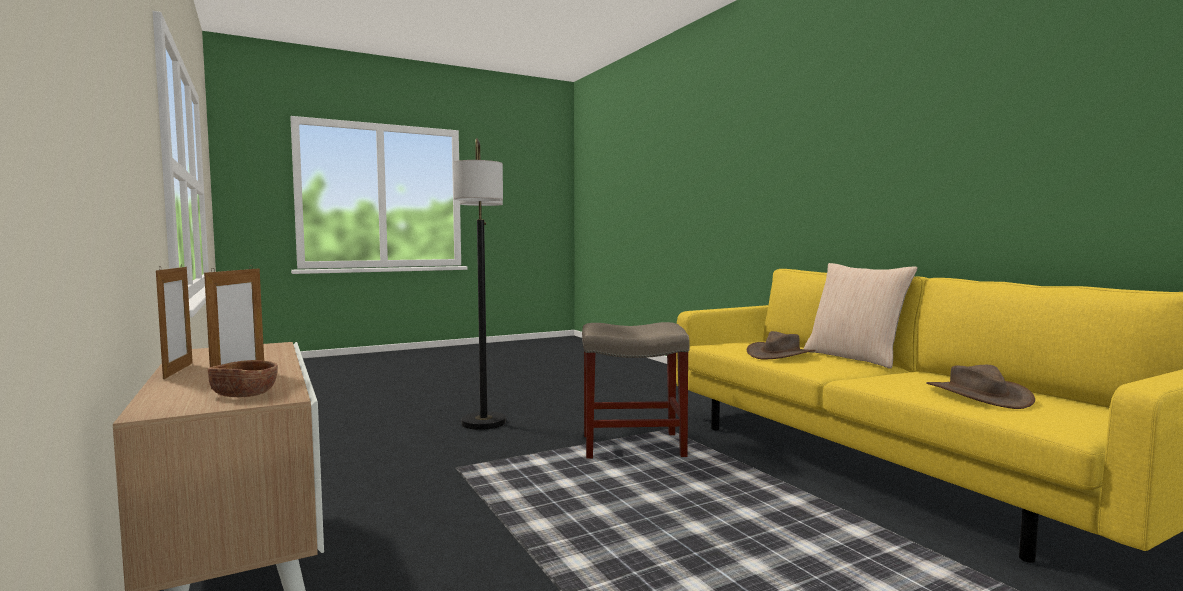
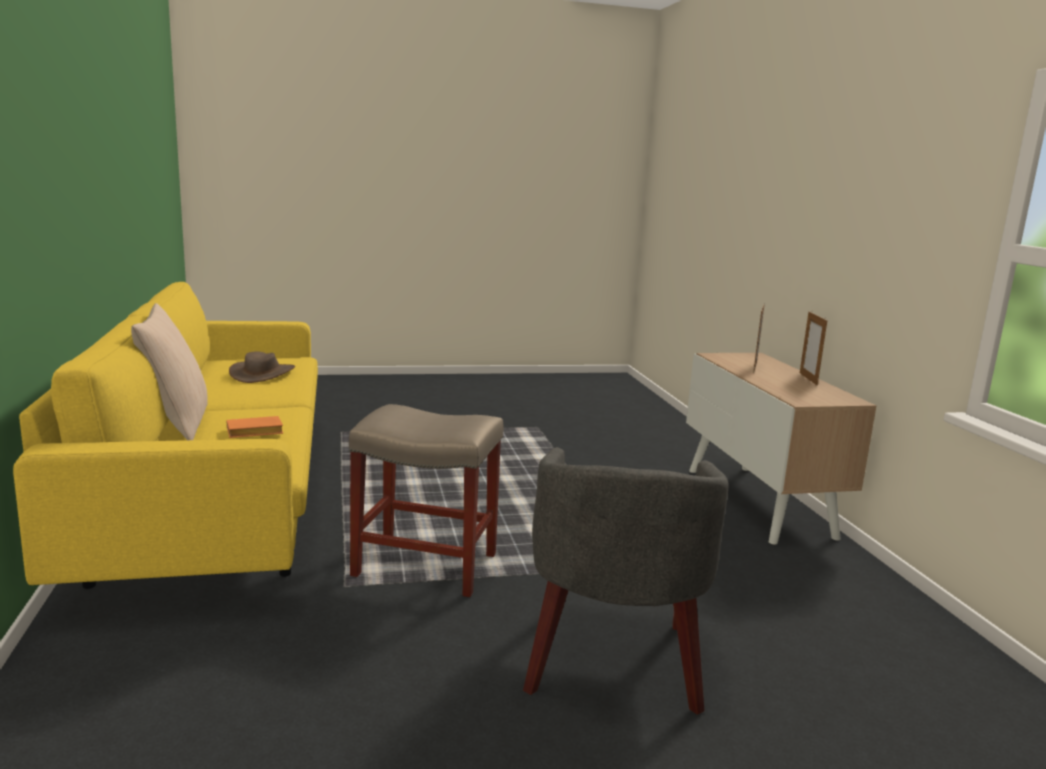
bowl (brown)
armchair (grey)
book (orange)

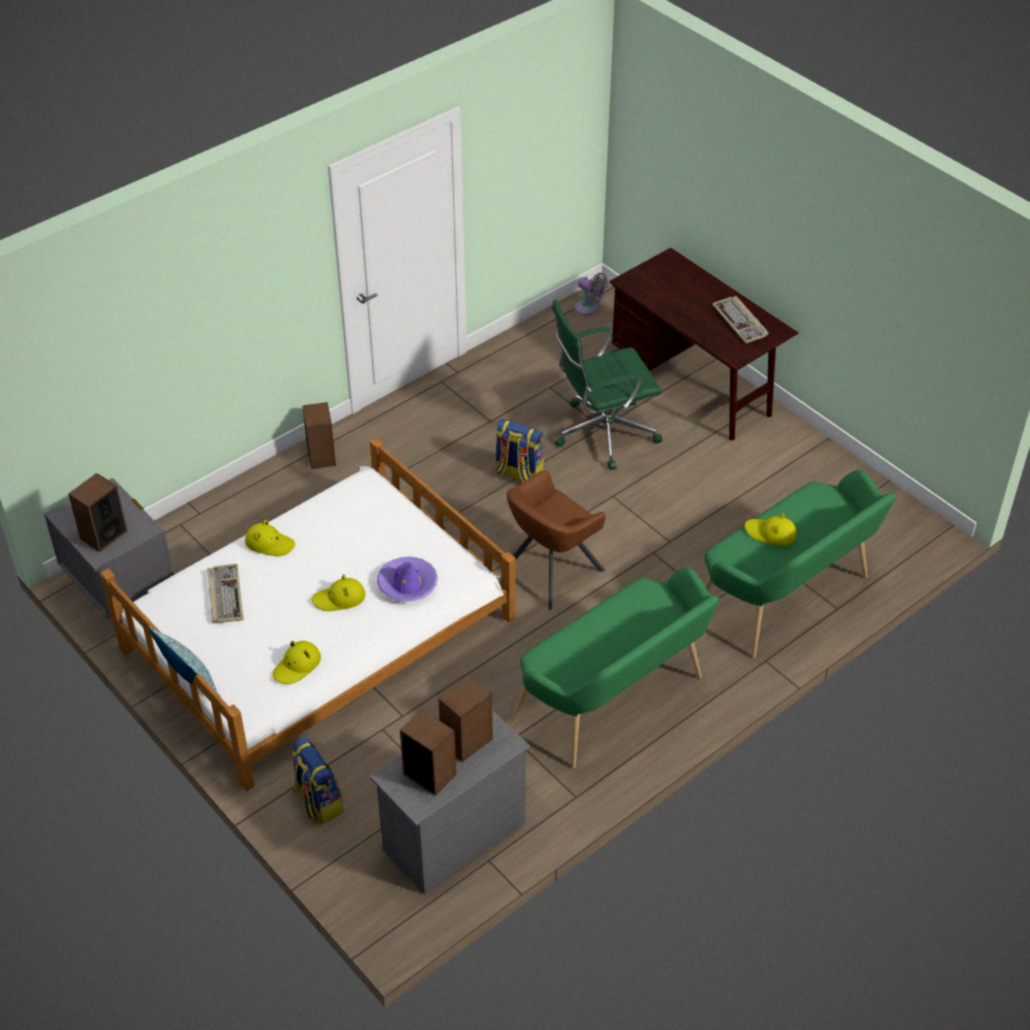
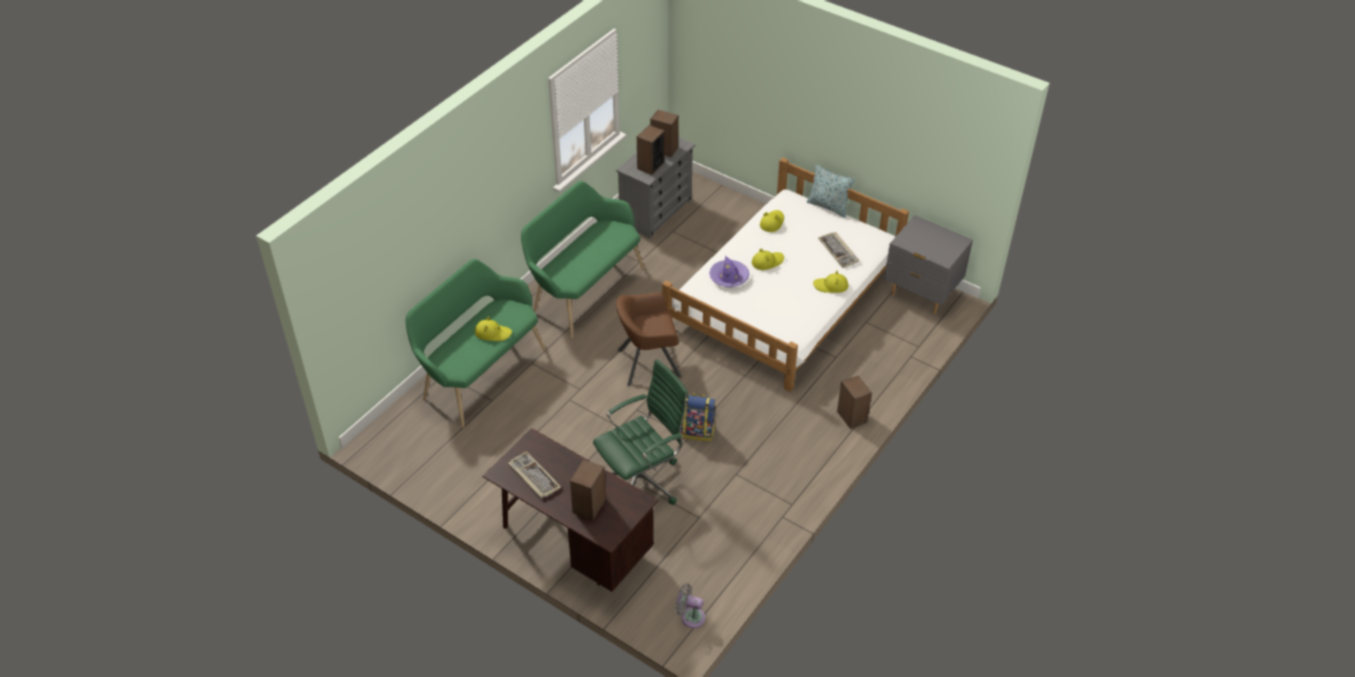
backpack (no. 1 from left in the first image)
speaker (no. 1 from left)
armchair (brown)

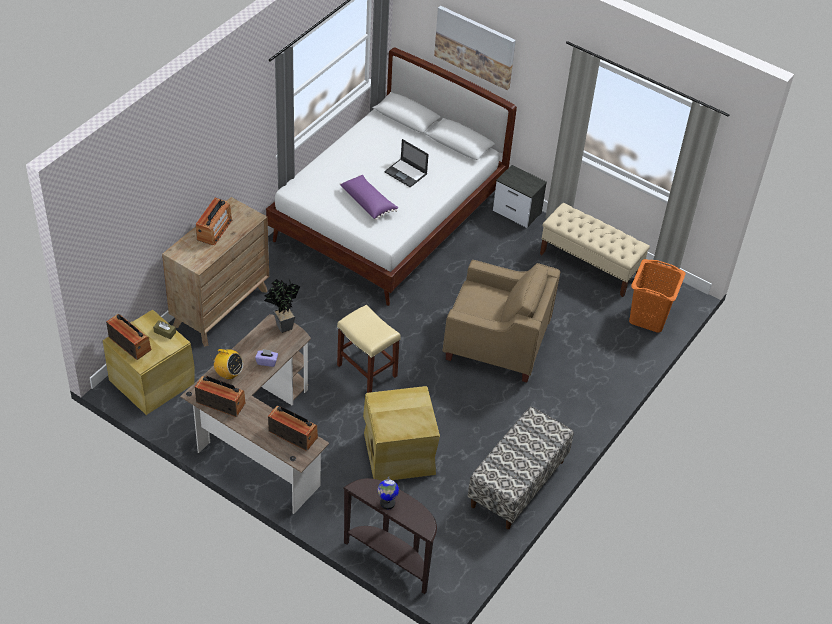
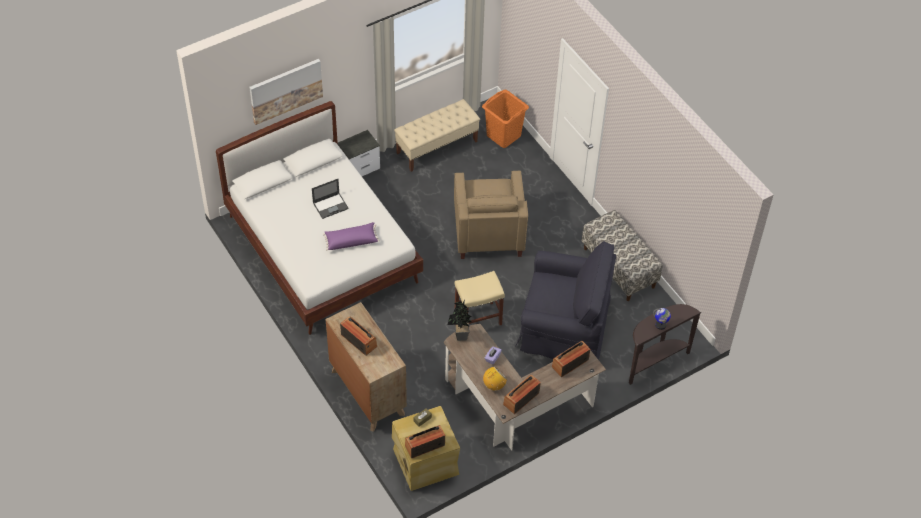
armchair (black)
armchair (beige)

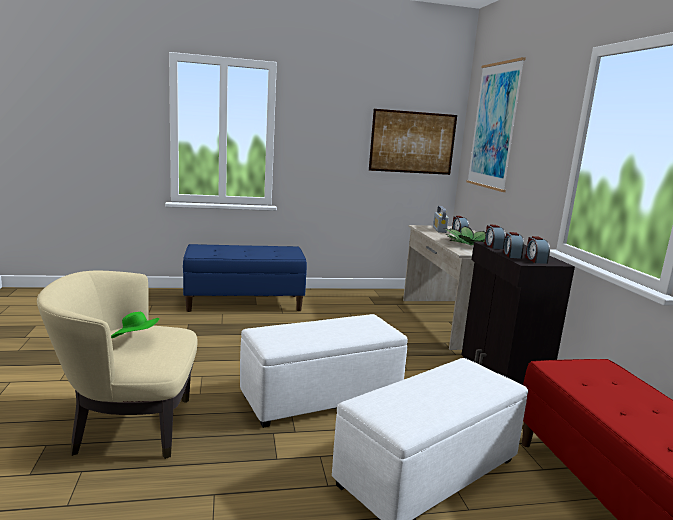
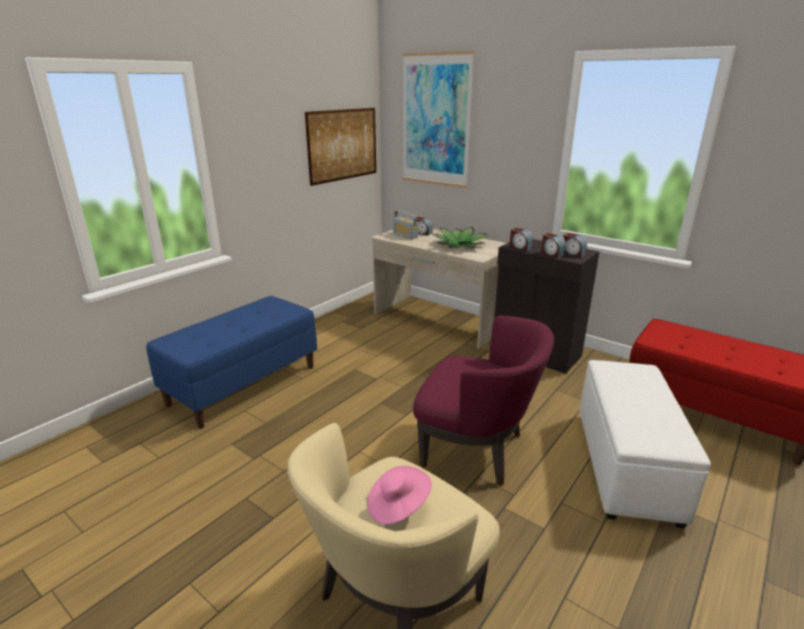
armchair (purple)
hat (pink)

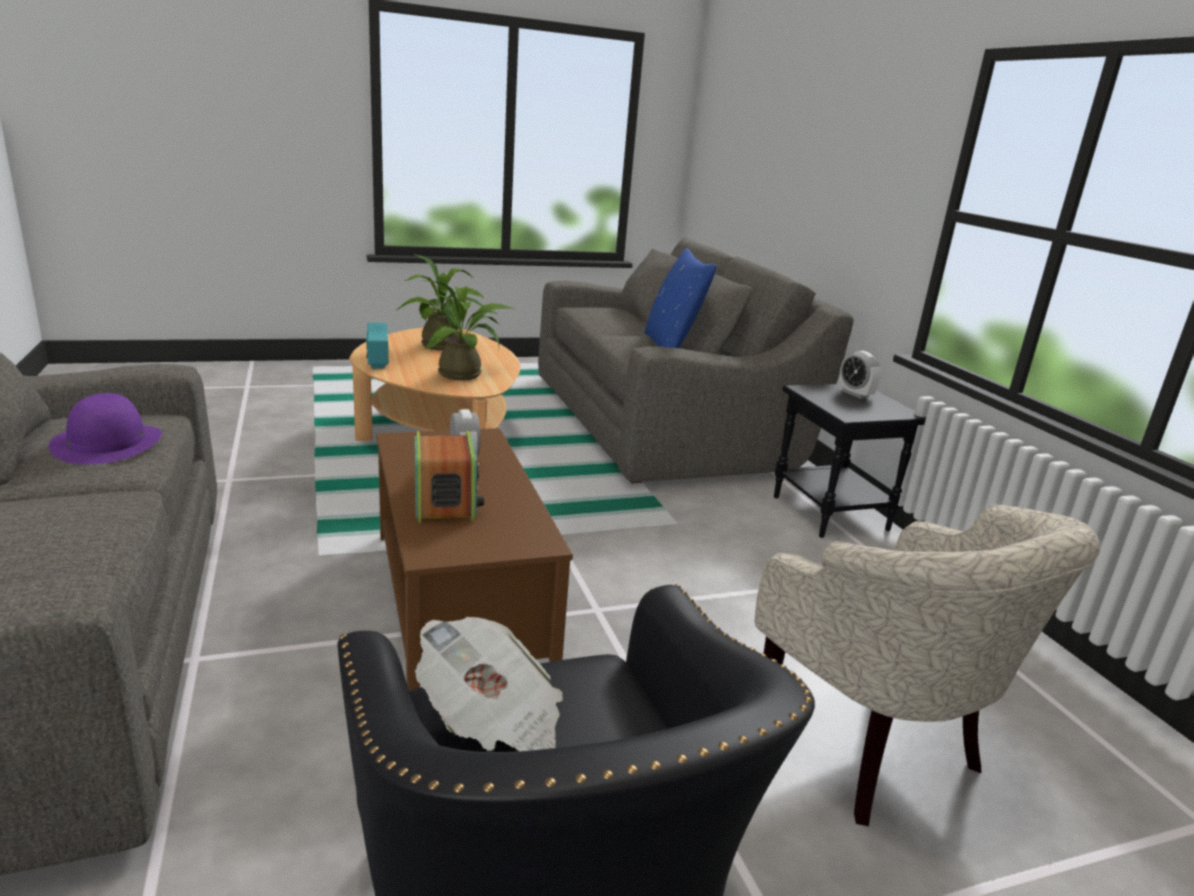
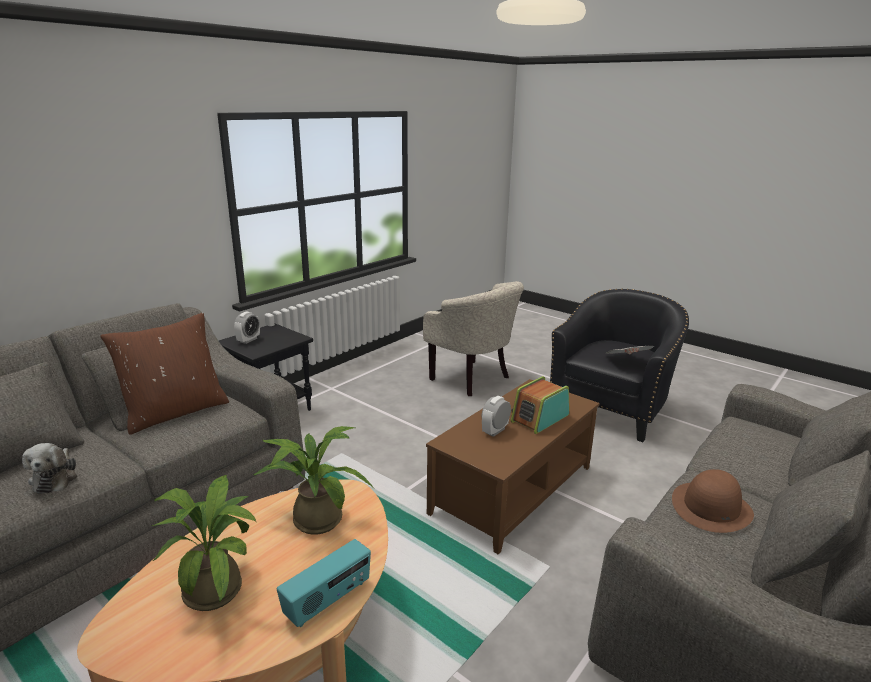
plush toy
hat (brown)
pillow (brown)
armchair (beige)

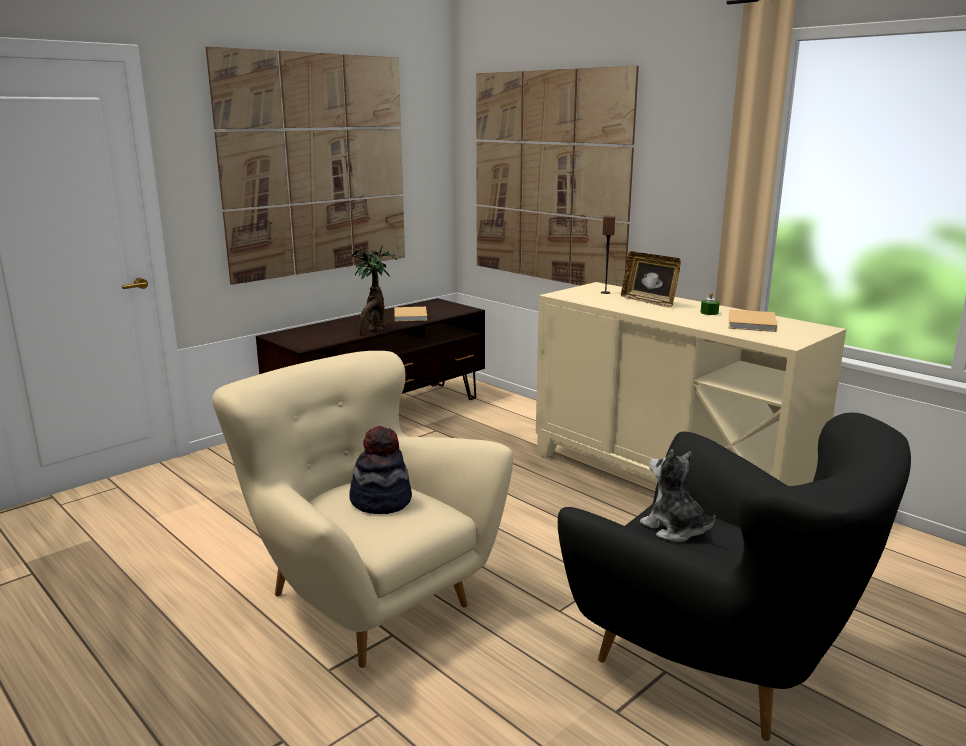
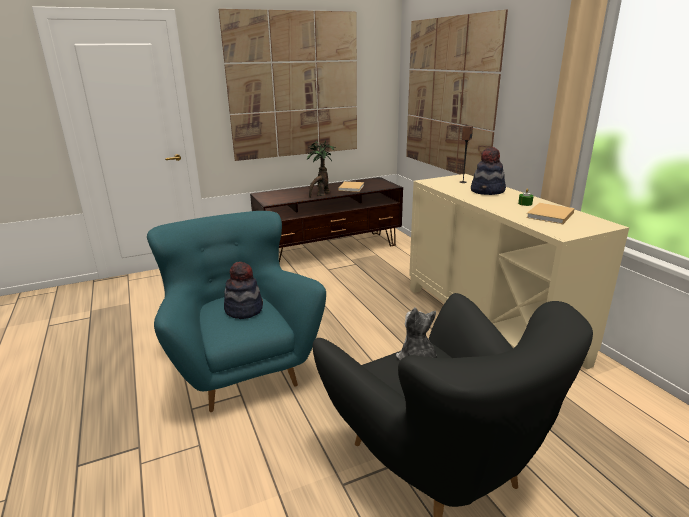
hat (no. 2 from left)
armchair (turquoise)

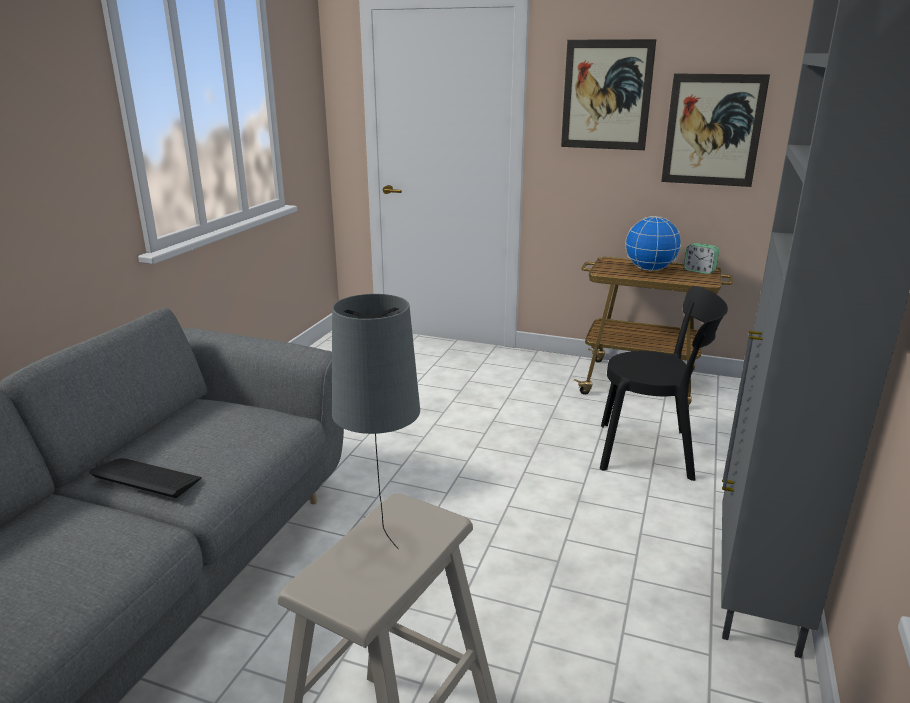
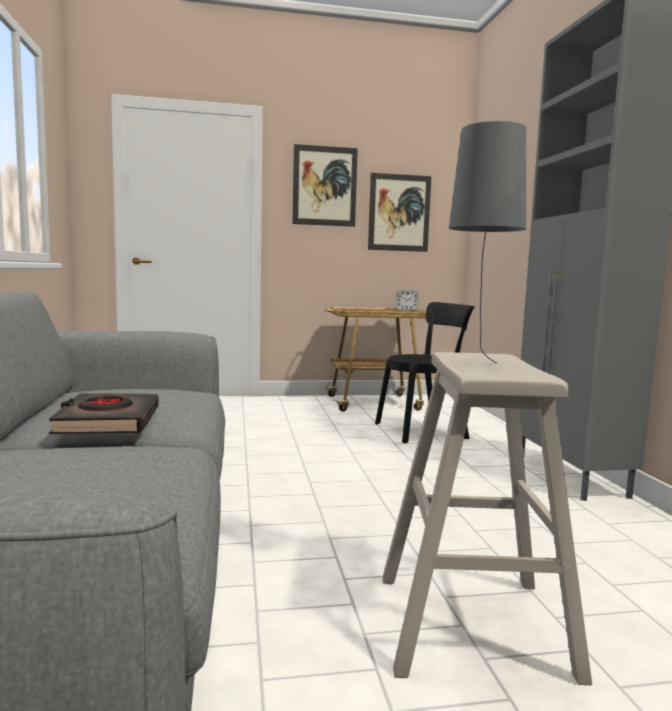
globe
book (black)

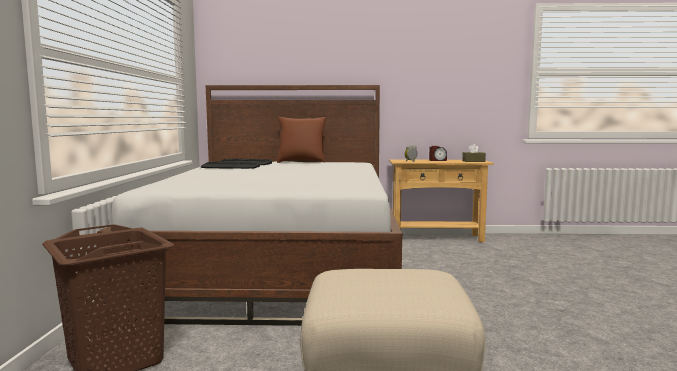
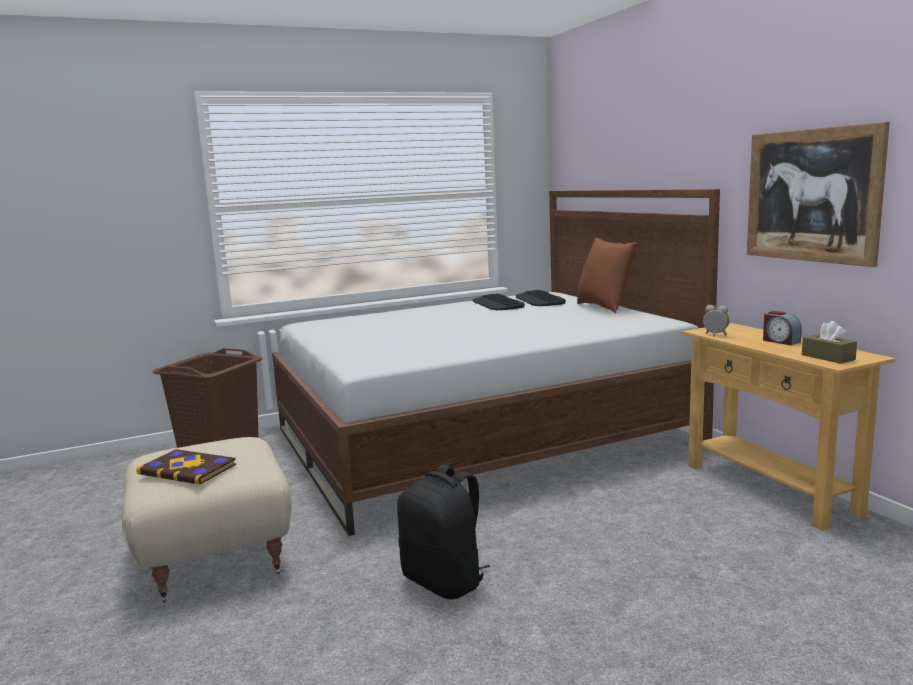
book
backpack (black)
picture

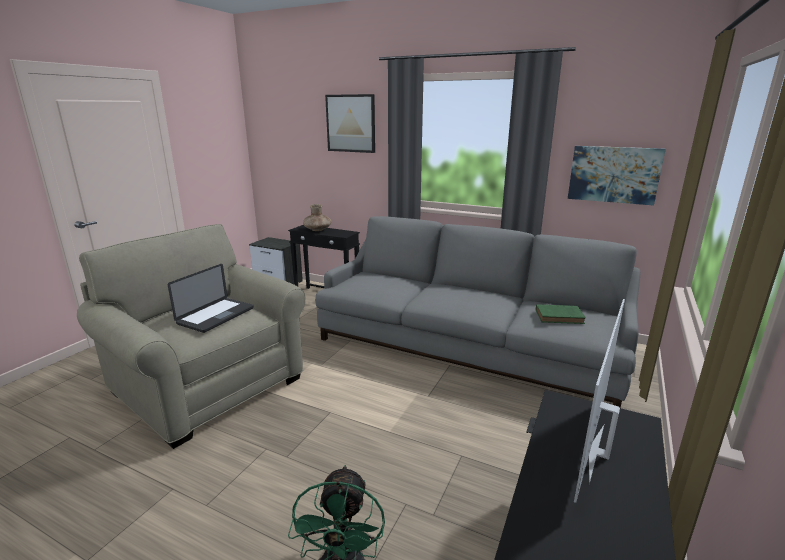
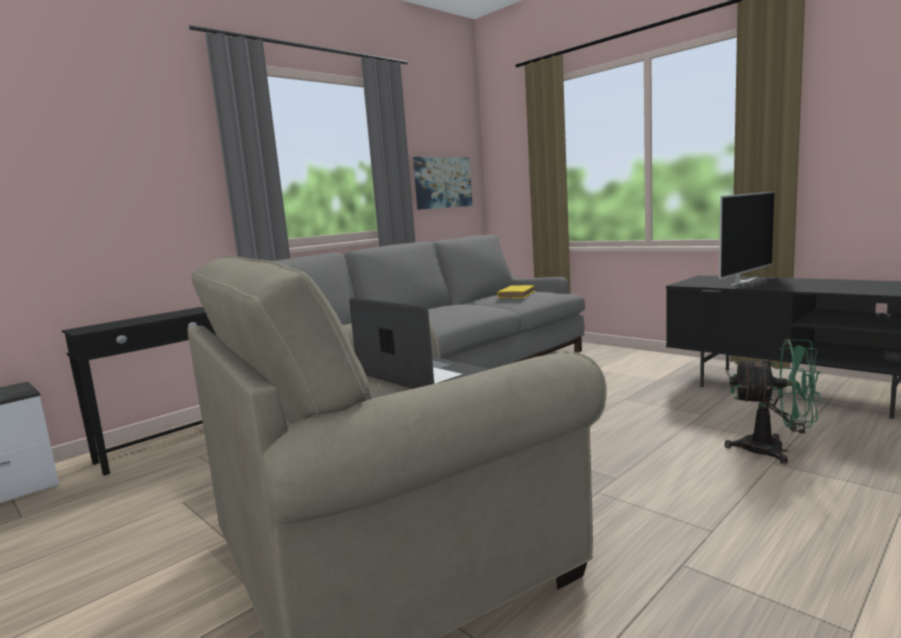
vase (brown)
picture (no. 1 from left in the first image)
book (yellow)
television

